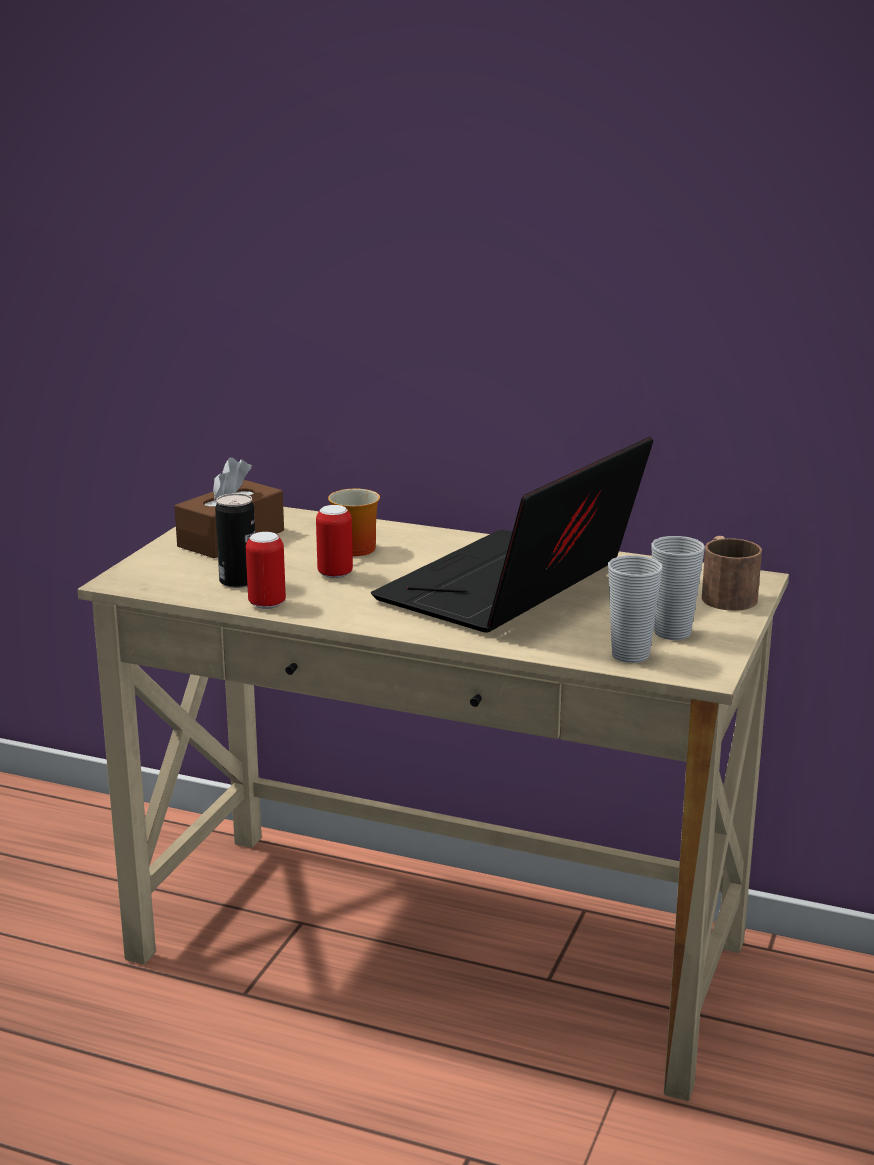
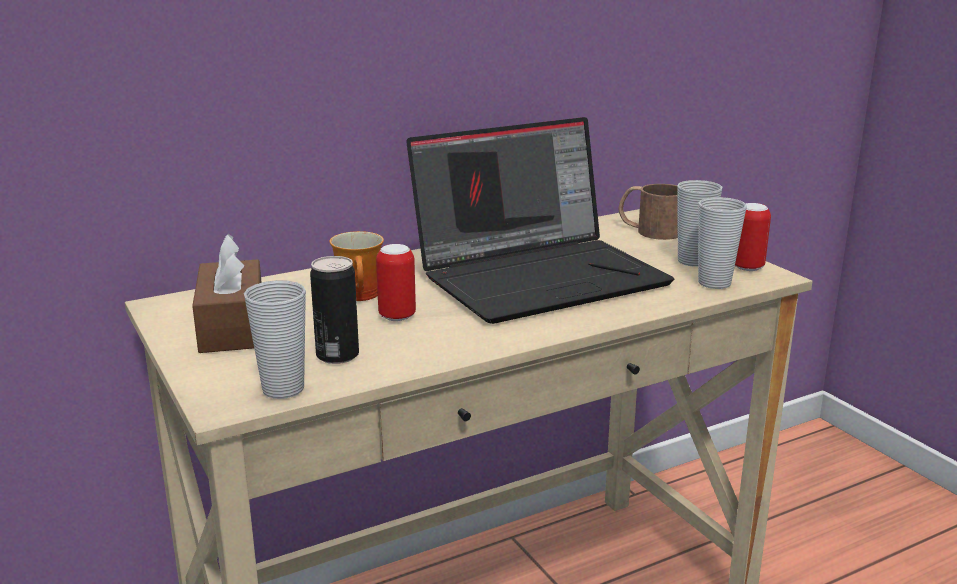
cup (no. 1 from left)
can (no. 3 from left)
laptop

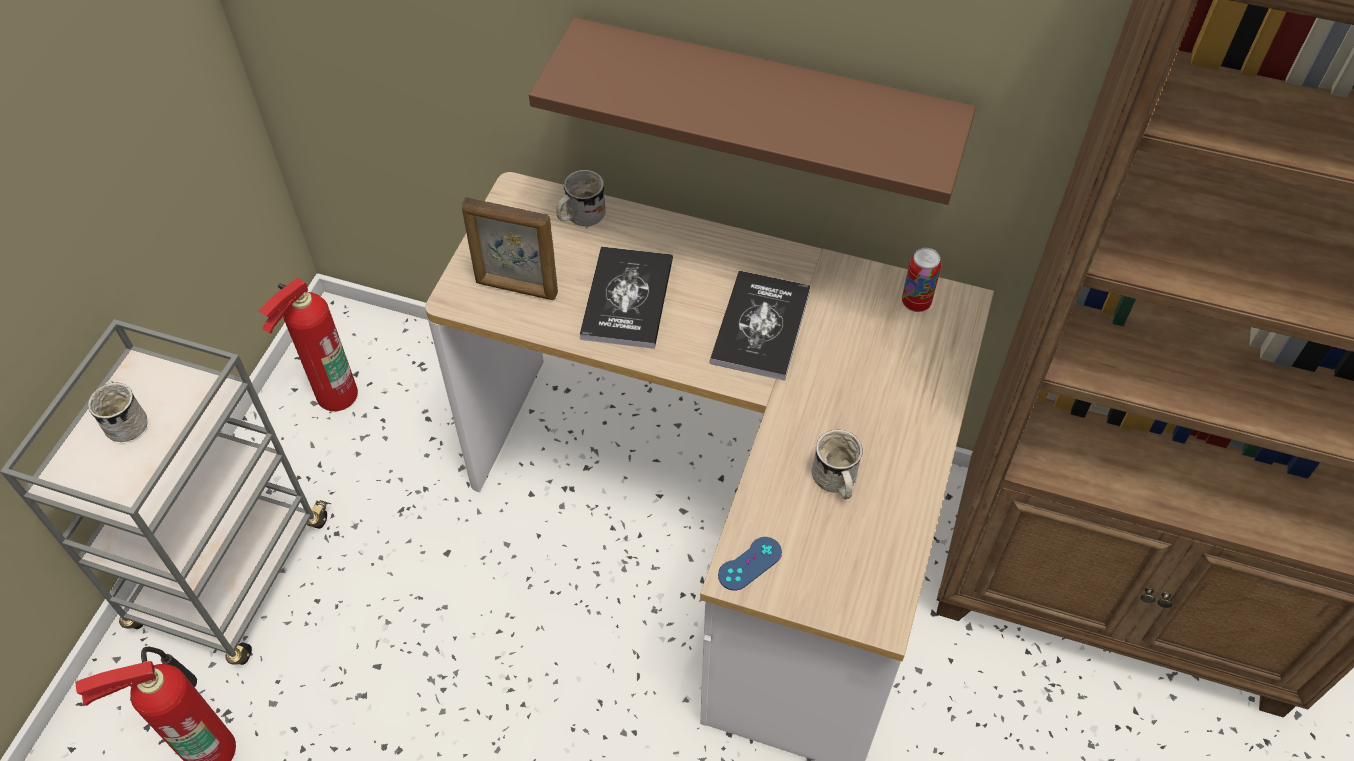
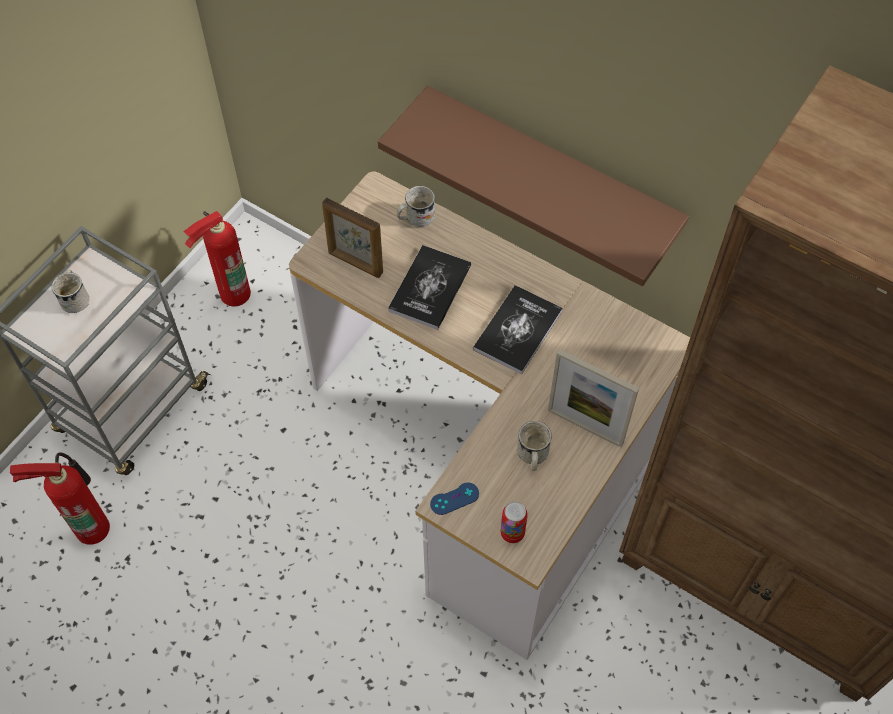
picture frame (no. 2 from left)
can

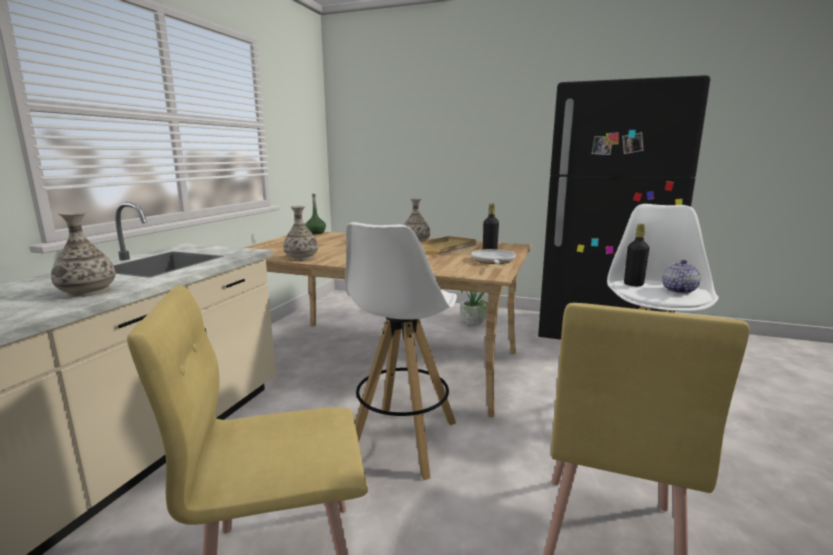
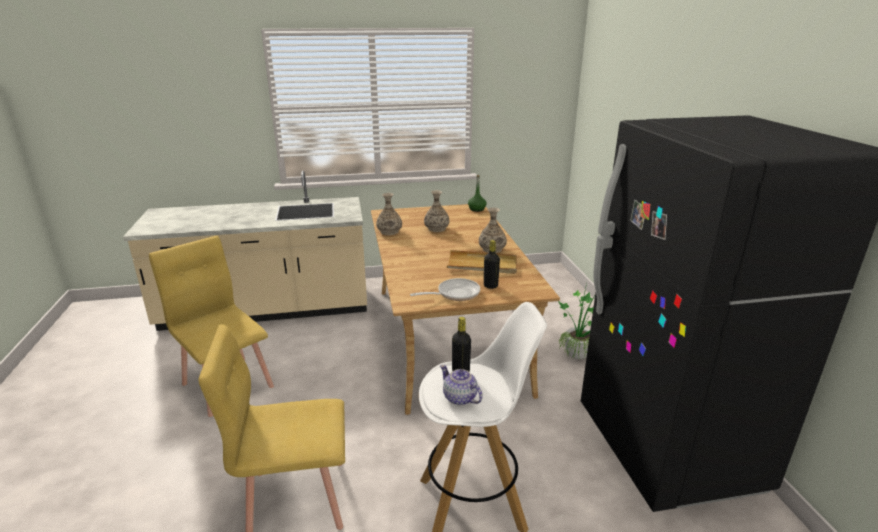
stool (white) (no. 1 from left in the first image)
vase (no. 2 from left)
teapot

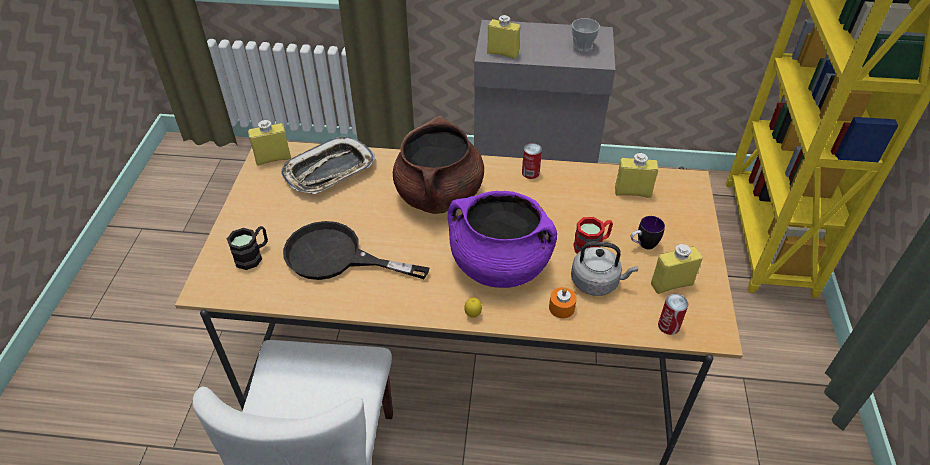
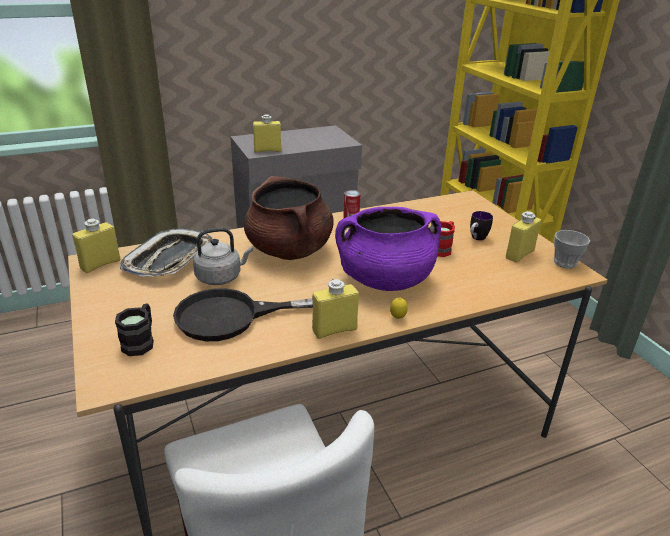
candle (orange)
can (no. 2 from left in the first image)
cup
kettle (grey)
bottle (yellow) (no. 3 from left)

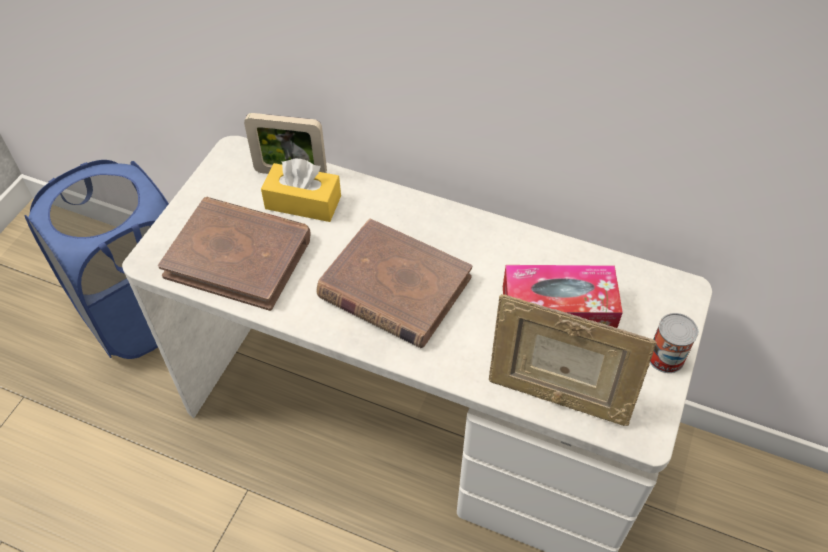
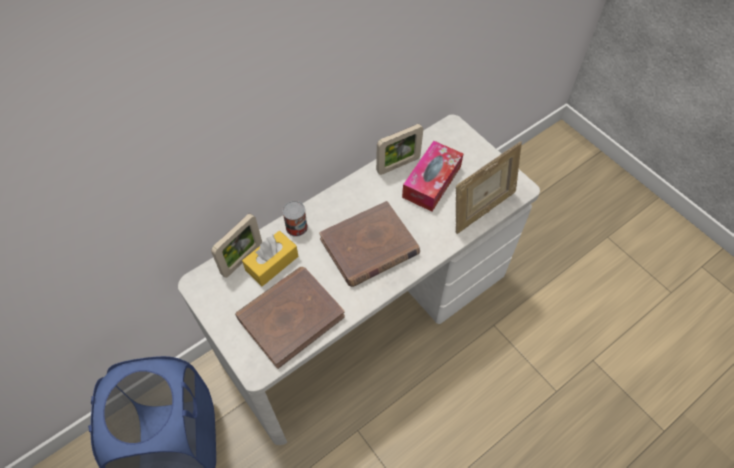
picture frame (no. 2 from left)
can

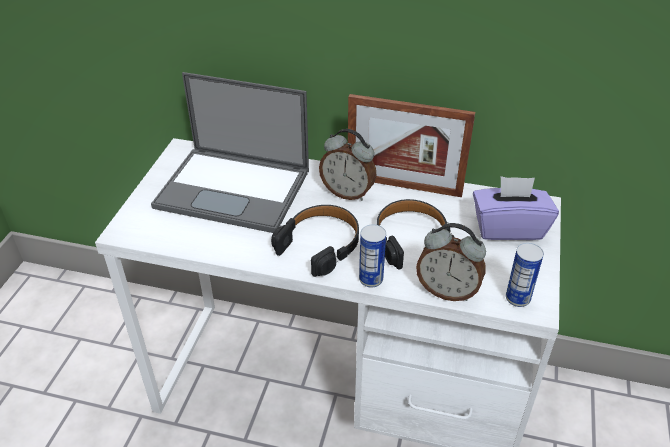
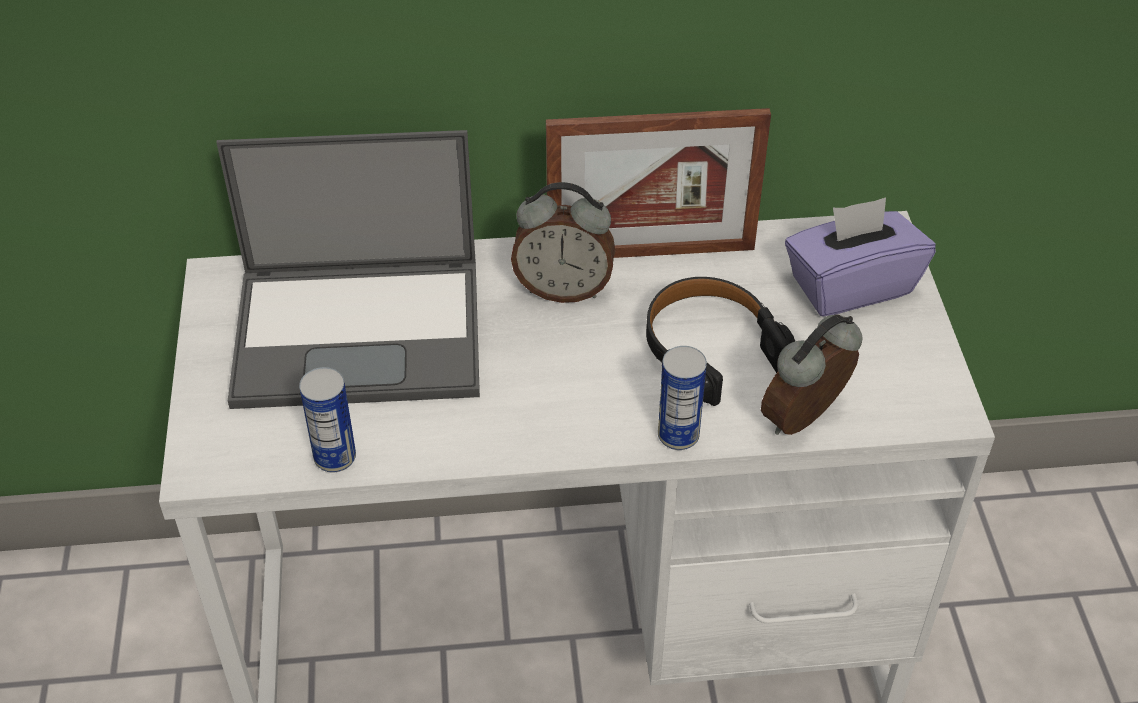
headphones (black) (no. 1 from left in the first image)
can (no. 1 from left)
alarm clock (no. 2 from left)

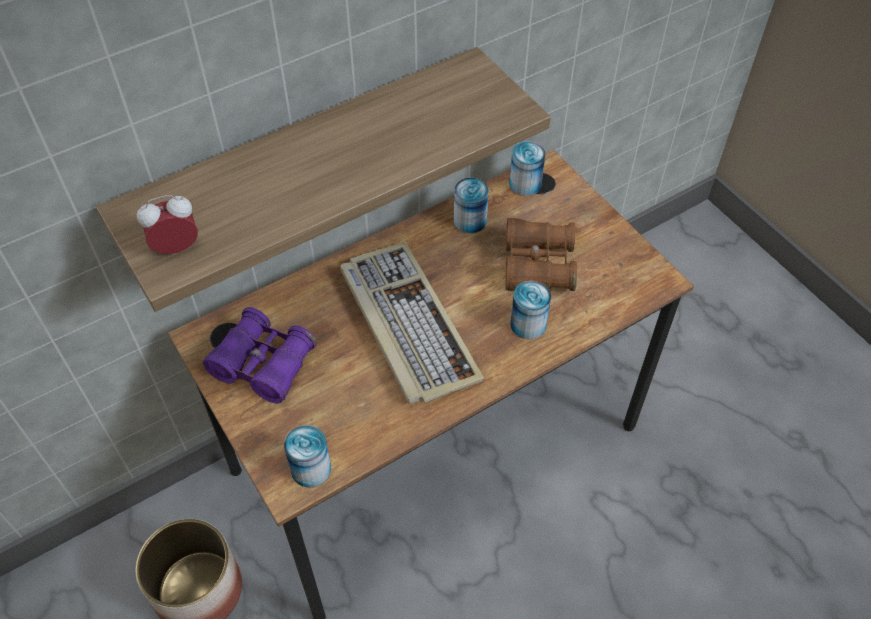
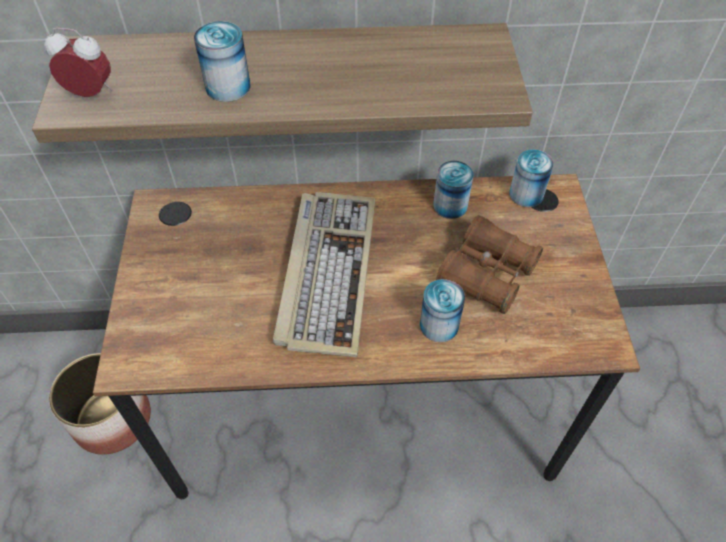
binoculars (purple)
can (no. 1 from left)

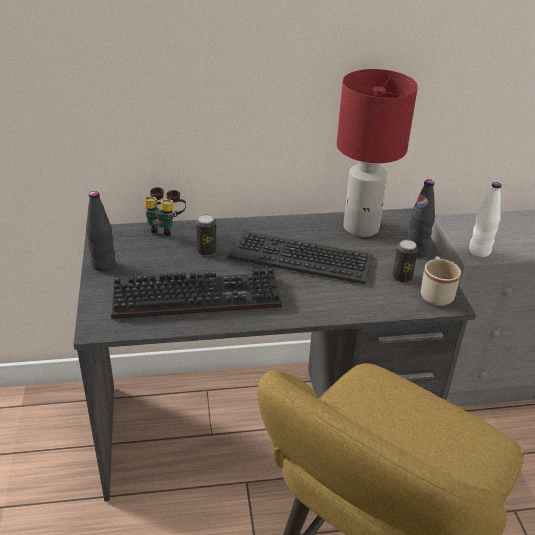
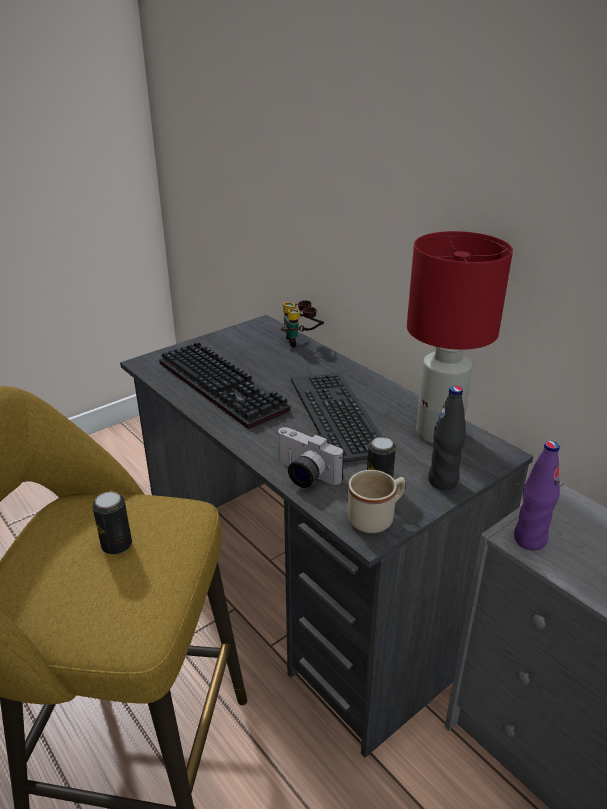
bottle (black) (no. 1 from left in the first image)
photo camera
can (no. 1 from left)
bottle (purple)

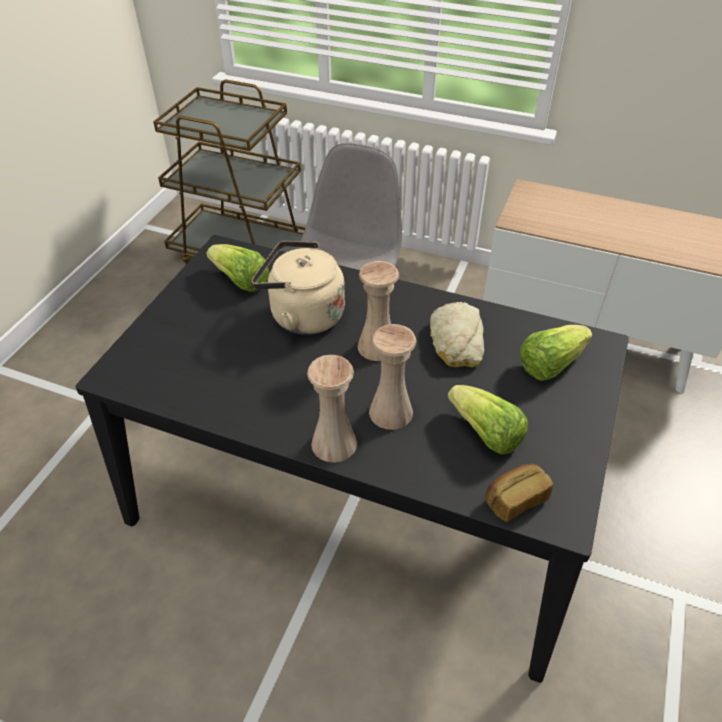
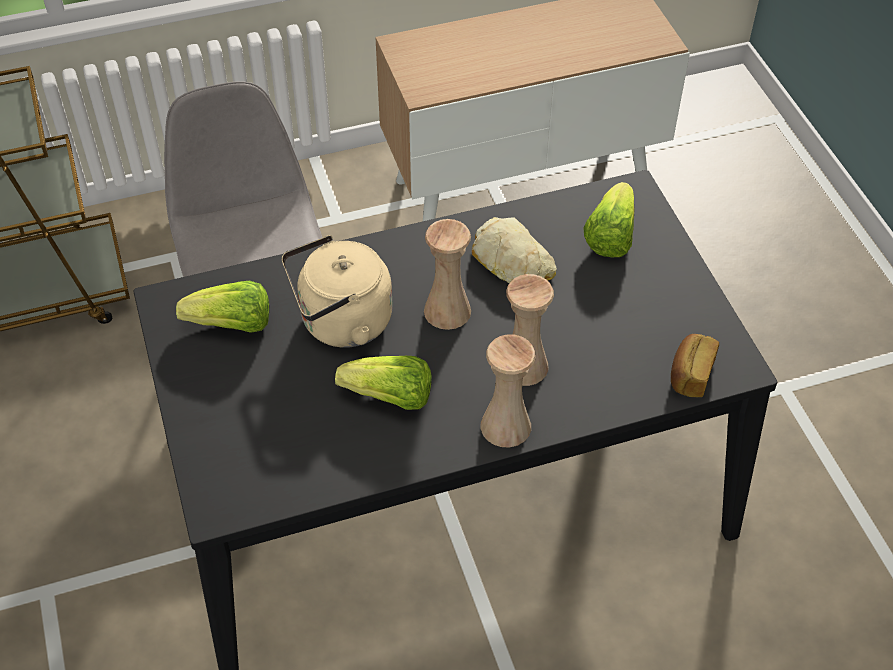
lettuce (no. 2 from left)

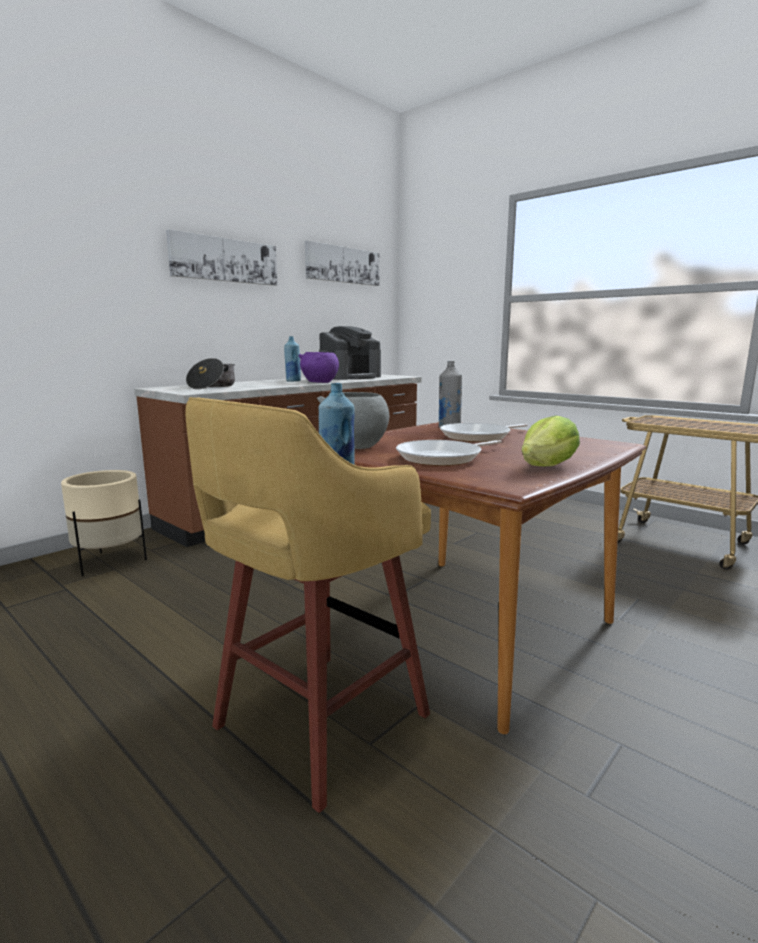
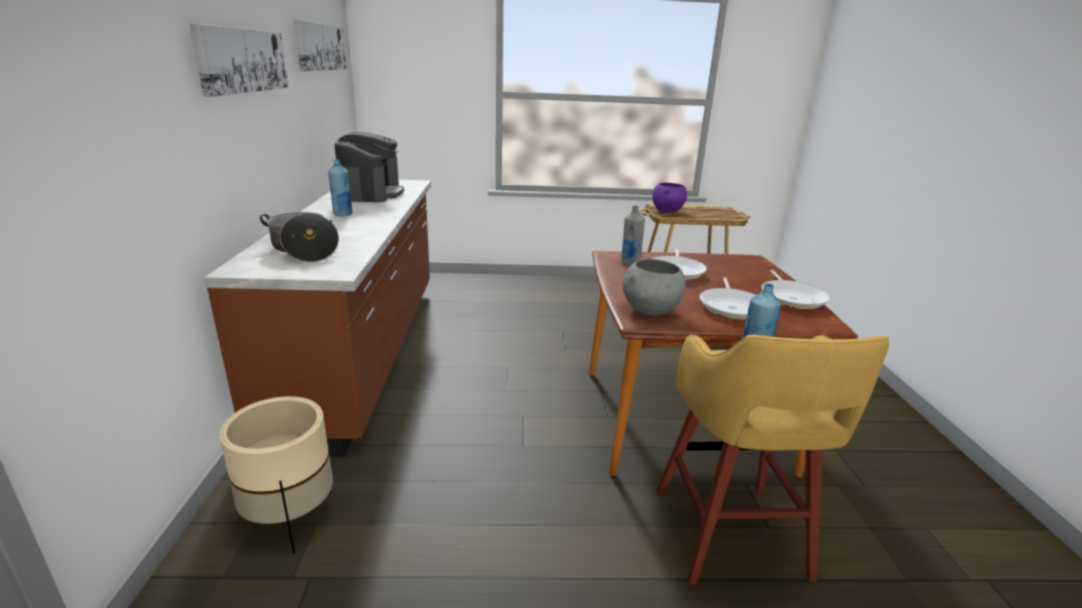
bowl (purple)
frying pan (no. 3 from left)

